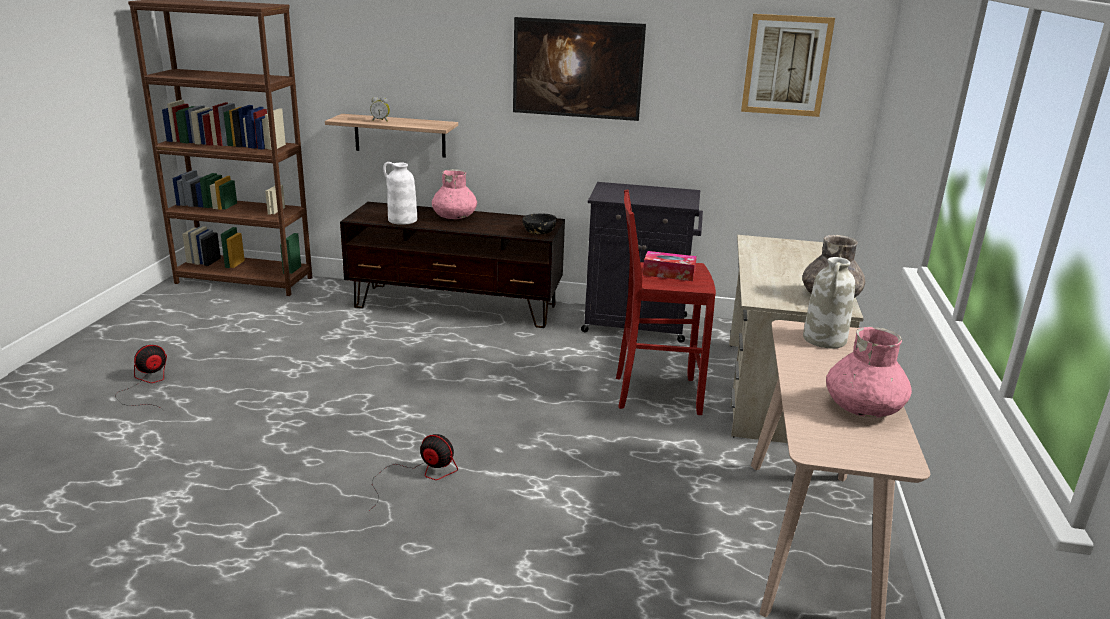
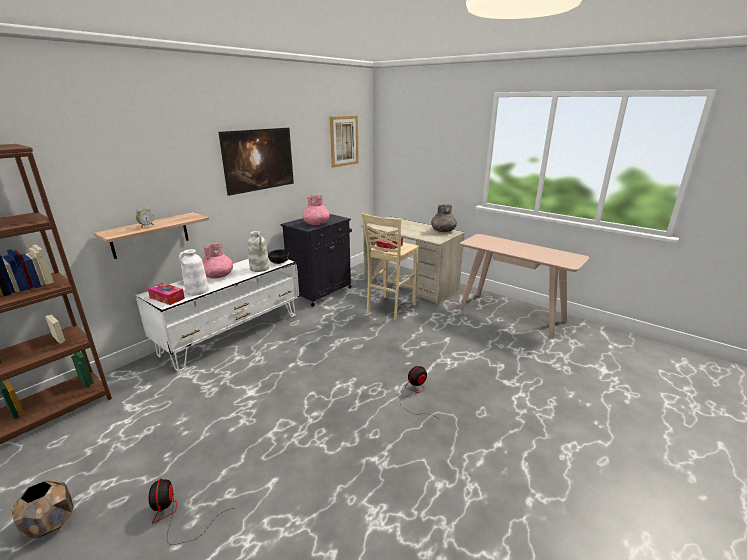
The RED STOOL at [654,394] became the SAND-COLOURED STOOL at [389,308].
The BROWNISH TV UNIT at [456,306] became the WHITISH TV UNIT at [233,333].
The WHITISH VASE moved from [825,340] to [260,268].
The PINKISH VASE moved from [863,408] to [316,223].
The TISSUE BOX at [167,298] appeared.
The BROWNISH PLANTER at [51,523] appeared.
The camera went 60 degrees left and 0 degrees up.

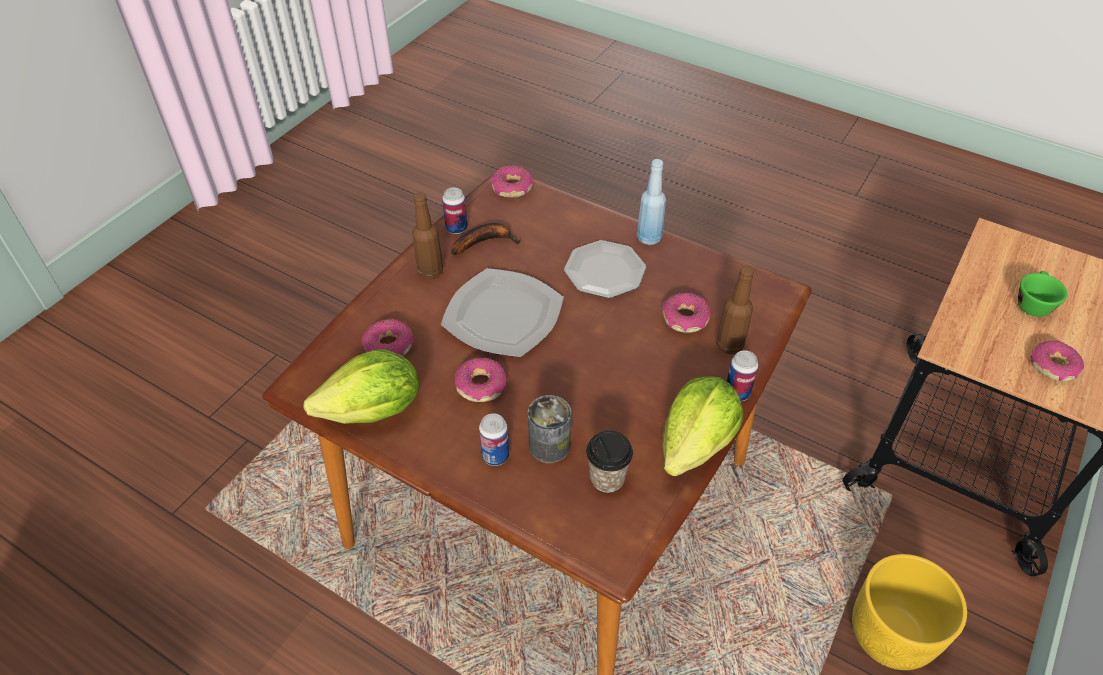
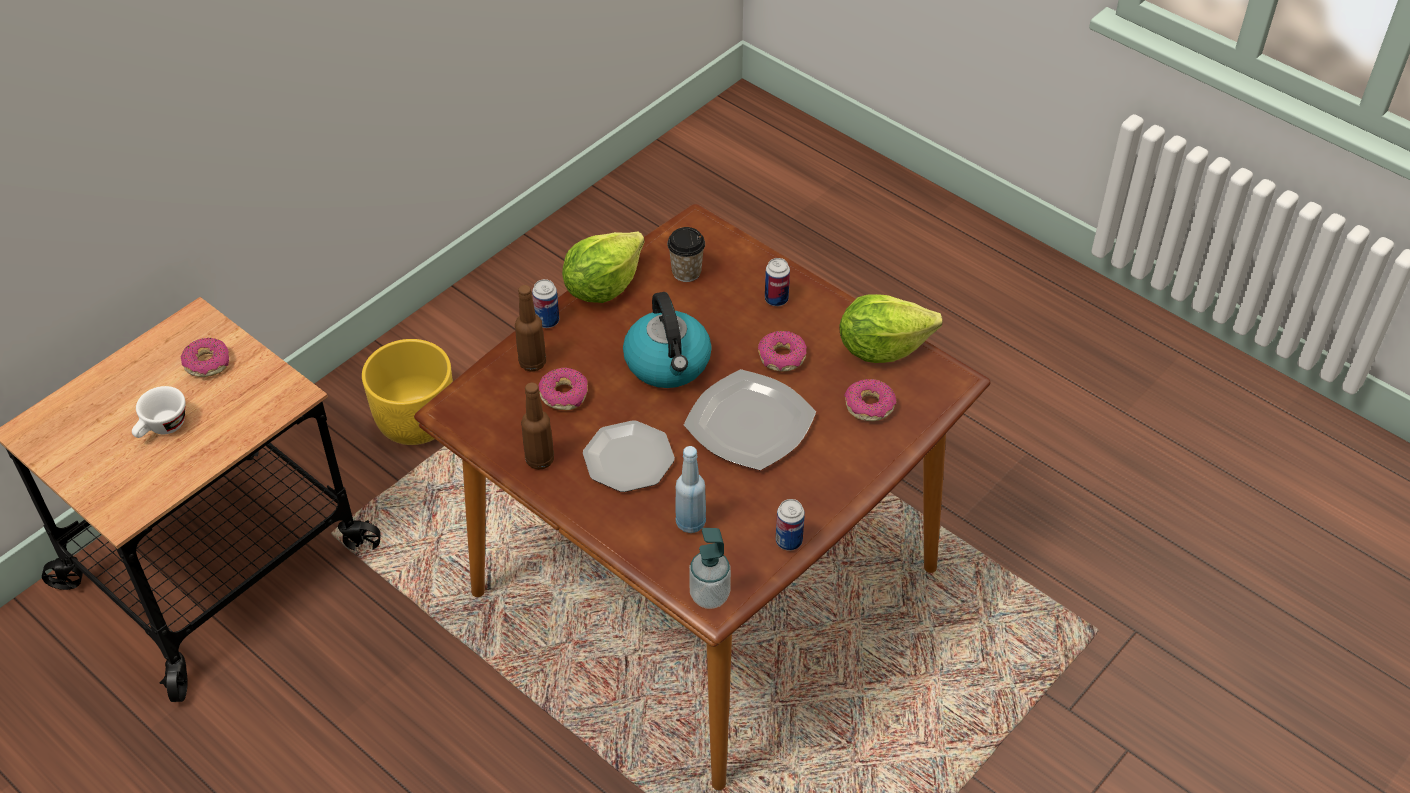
The BLUE DRINK BOTTLE moved from [649,238] to [690,523].
The DONUT at [512,187] was replaced by the SOAP DISPENSER at [709,595].
The BROWNISH DRINK BOTTLE moved from [430,272] to [540,460].
The BANANA at [485,242] disappeared.
The GREEN SMALL CUP at [1032,302] became the WHITISH SMALL CUP at [162,428].
The METAL CAN at [549,445] disappeared.
The TEA KETTLE at [668,364] appeared.
The camera went 170 degrees left and 0 degrees up.

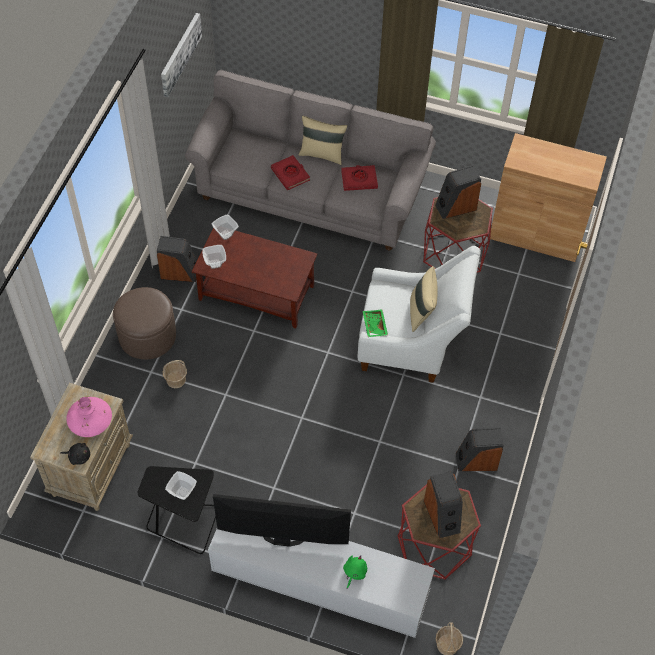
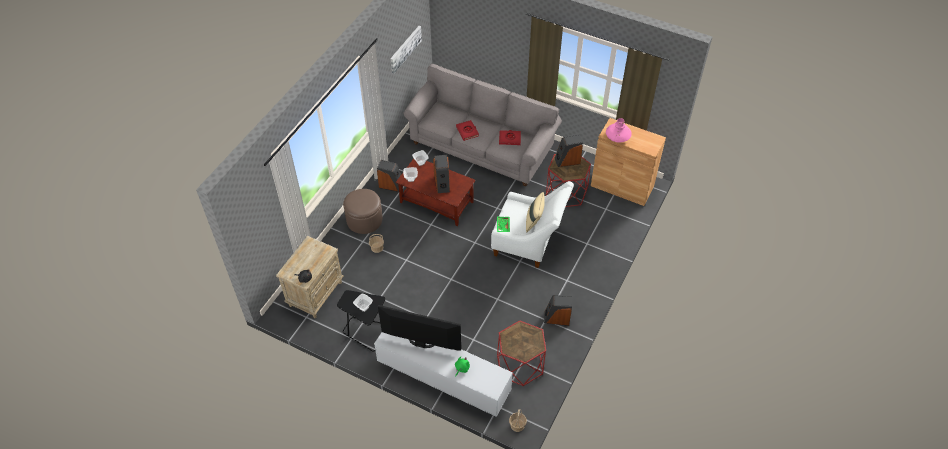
The SAND-COLOURED PILLOW at [322,154] disappeared.
The PINKISH VASE moved from [90,421] to [617,136].
The SPEAKER moved from [442,515] to [442,183].
The camera went 10 degrees right and 5 degrees down.

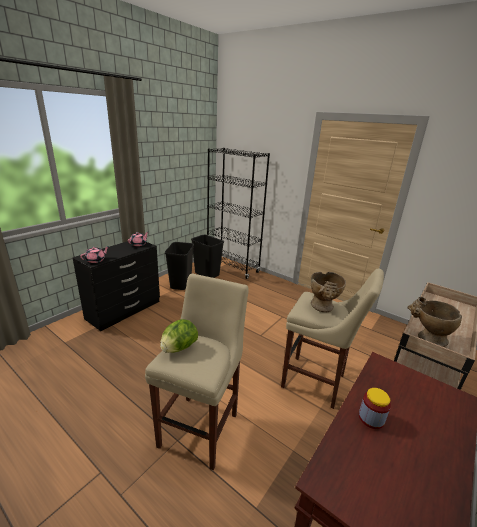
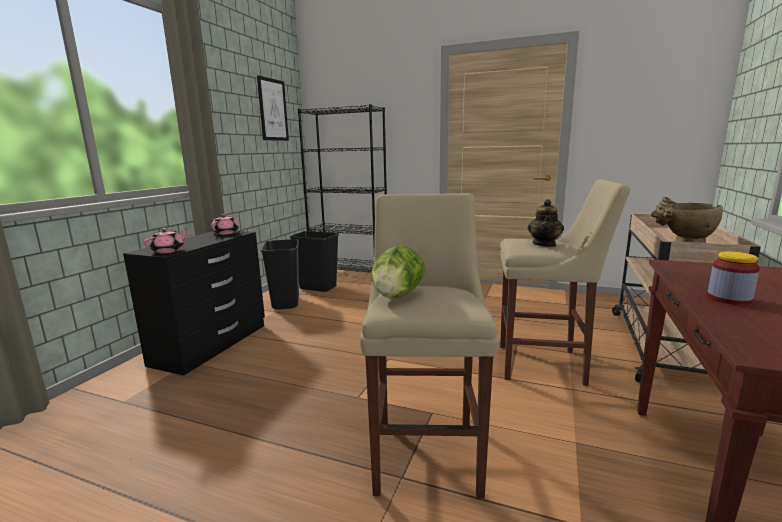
The SAND-COLOURED VASE at [323,308] was replaced by the POT FOR TEA at [544,244].
The PICTURE at [273,110] appeared.
The camera went 15 degrees left and 10 degrees down.

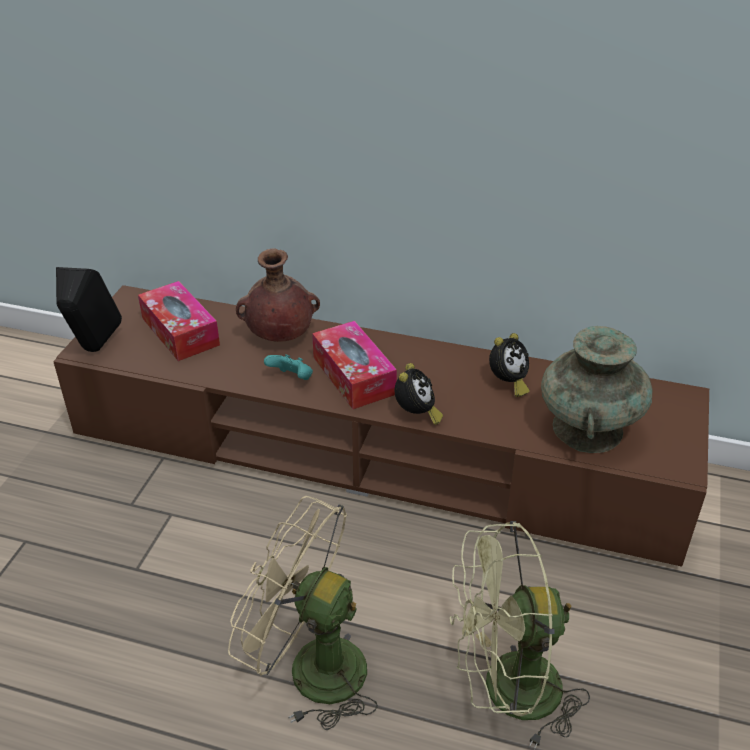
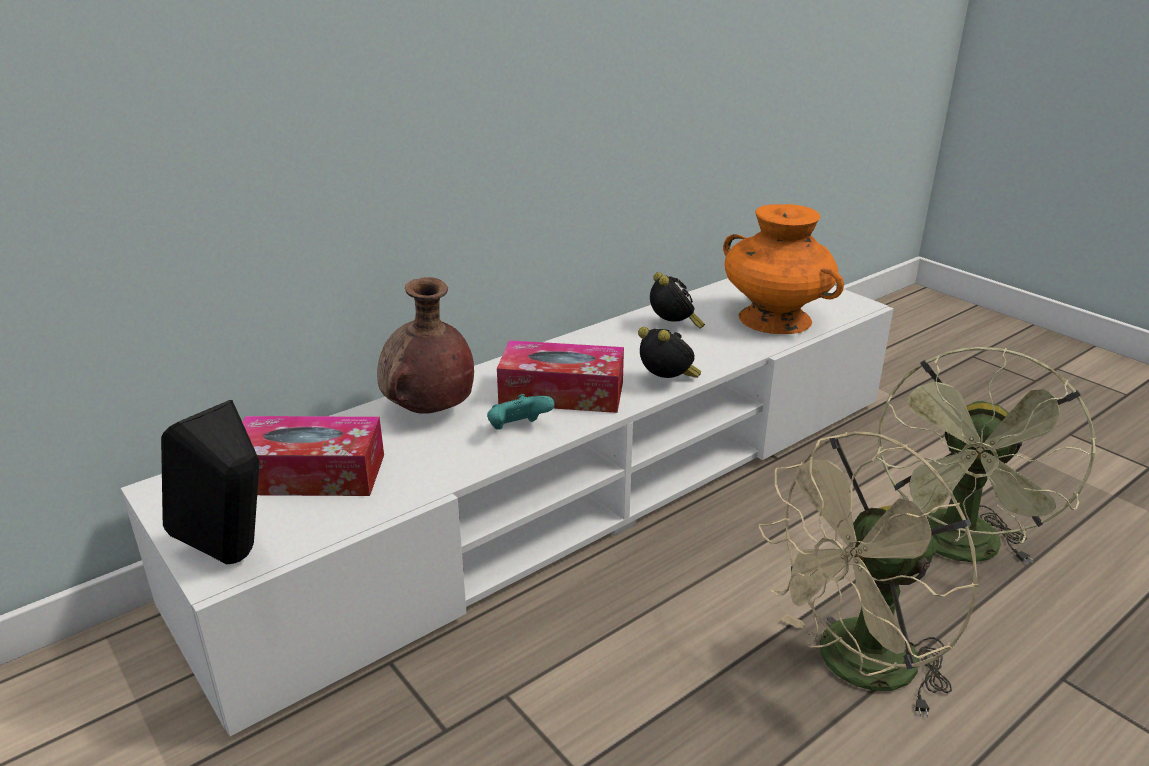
The BROWNISH TV UNIT at [376,452] became the WHITISH TV UNIT at [576,492].
The BLUE-GREEN VASE at [587,428] became the ORANGEY VASE at [774,319].
The camera went 55 degrees left and 10 degrees down.

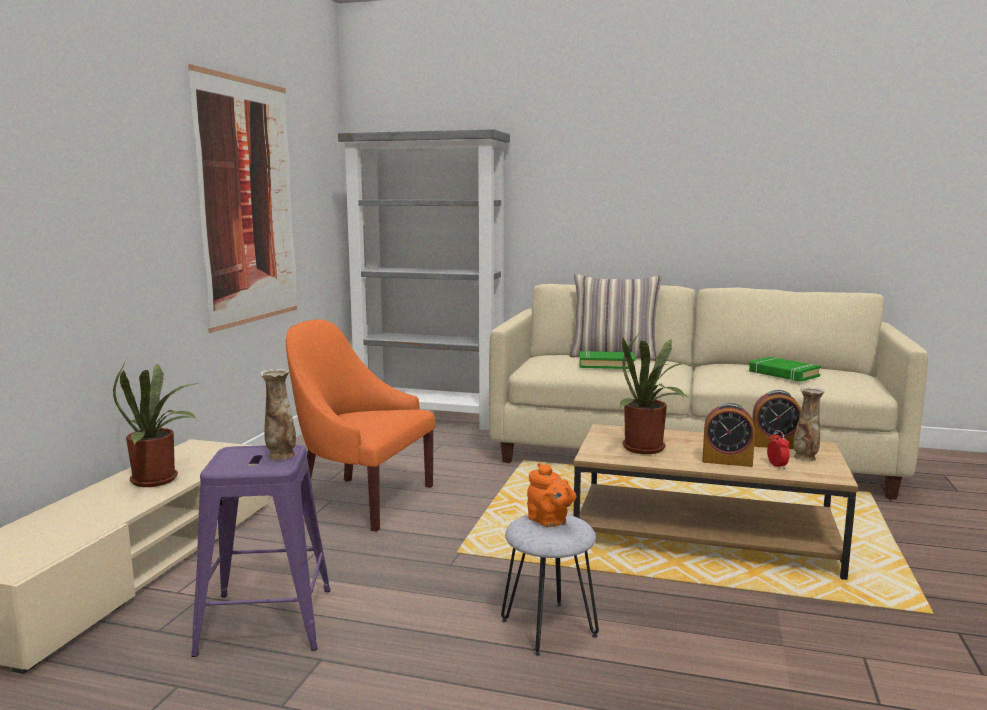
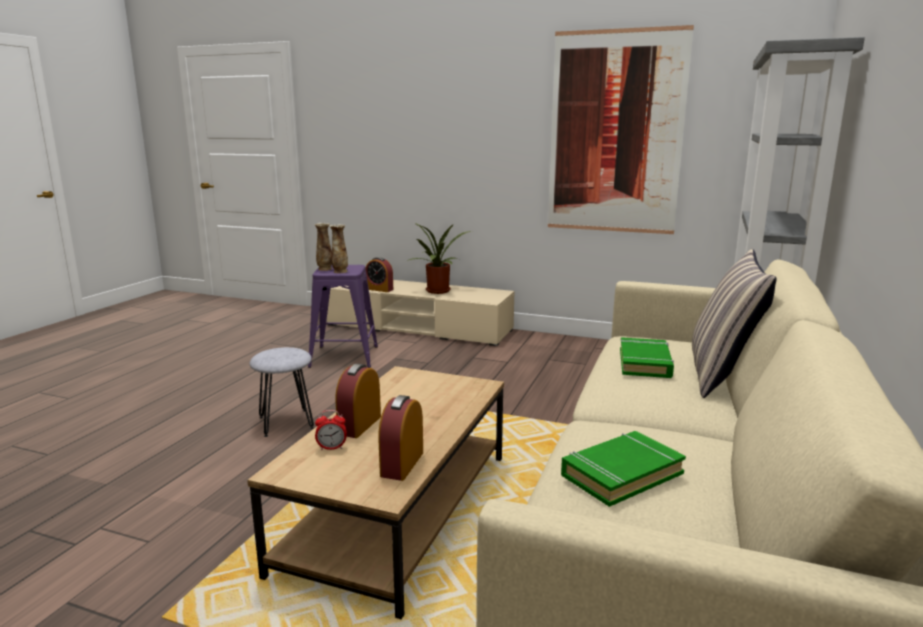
The ORANGEY EASY CHAIR at [362,500] disappeared.
The POTTED PLANT at [648,449] disappeared.
The VASE moved from [805,458] to [325,269].
The ORANGEY POT FOR TEA at [549,522] disappeared.
The ALARM CLOCK at [379,289] appeared.
The camera went 95 degrees right and 5 degrees up.

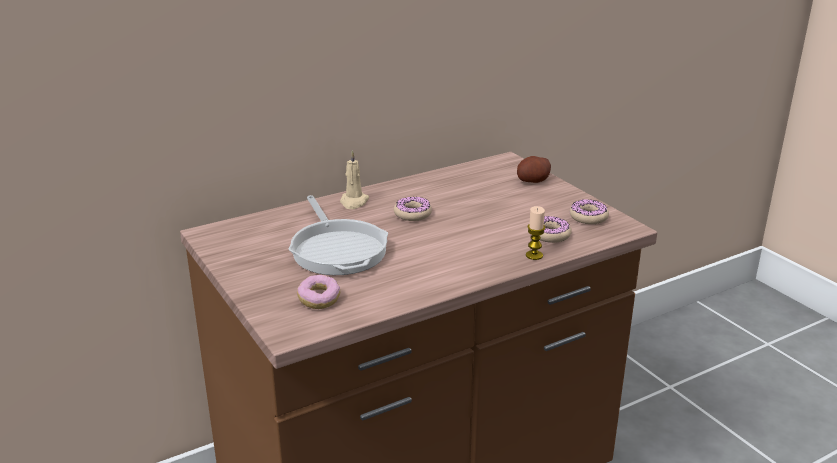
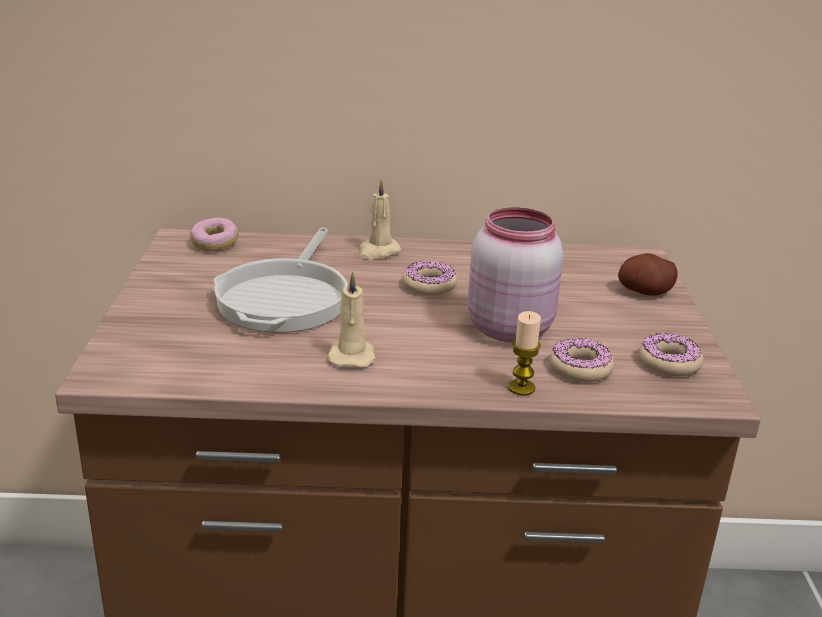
The DONUT moved from [319,300] to [215,244].
The PINKISH JAR at [508,327] appeared.
The SAND-COLOURED CANDLE at [351,355] appeared.
The camera went 30 degrees right and 0 degrees up.

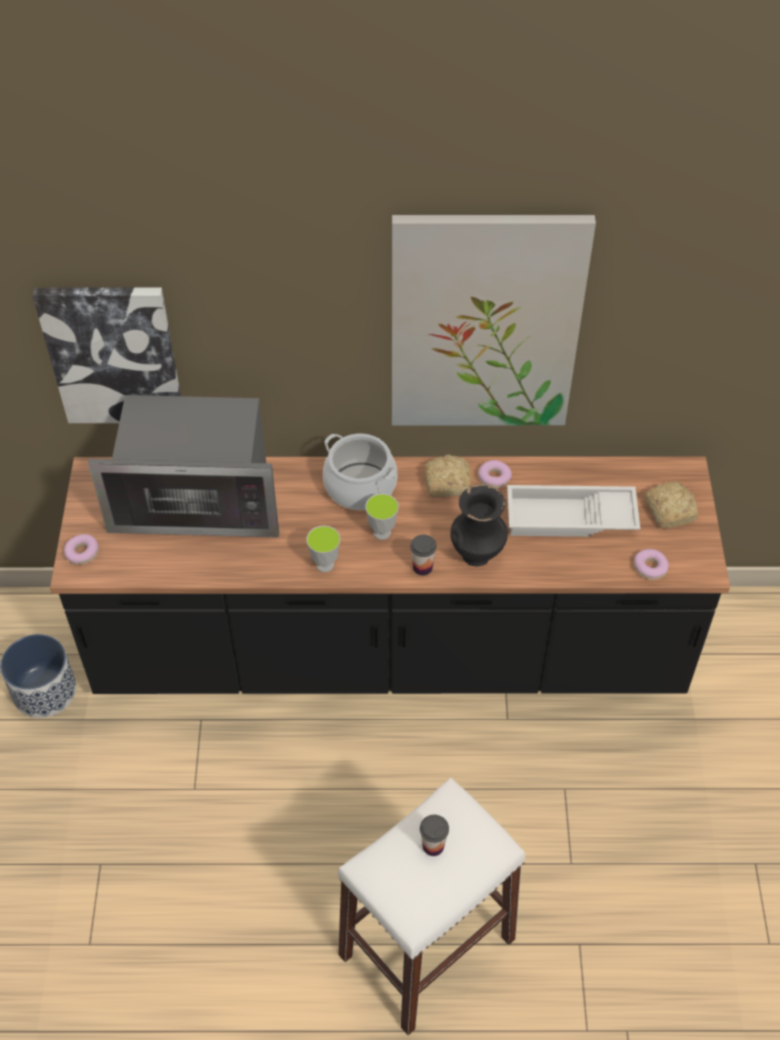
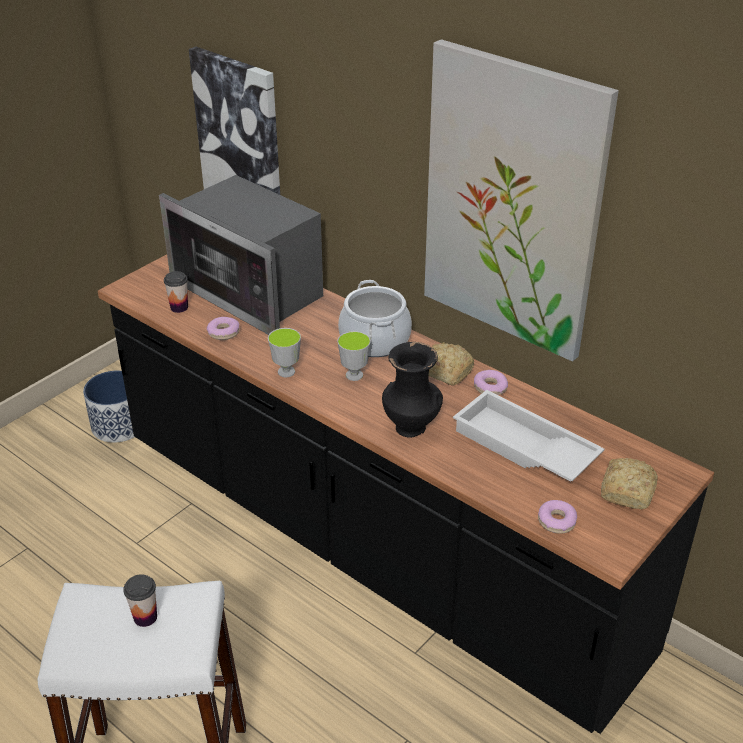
The DONUT moved from [82,553] to [223,333].
The SMALL CUP moved from [422,567] to [179,307].
The camera went 40 degrees right and 15 degrees down.

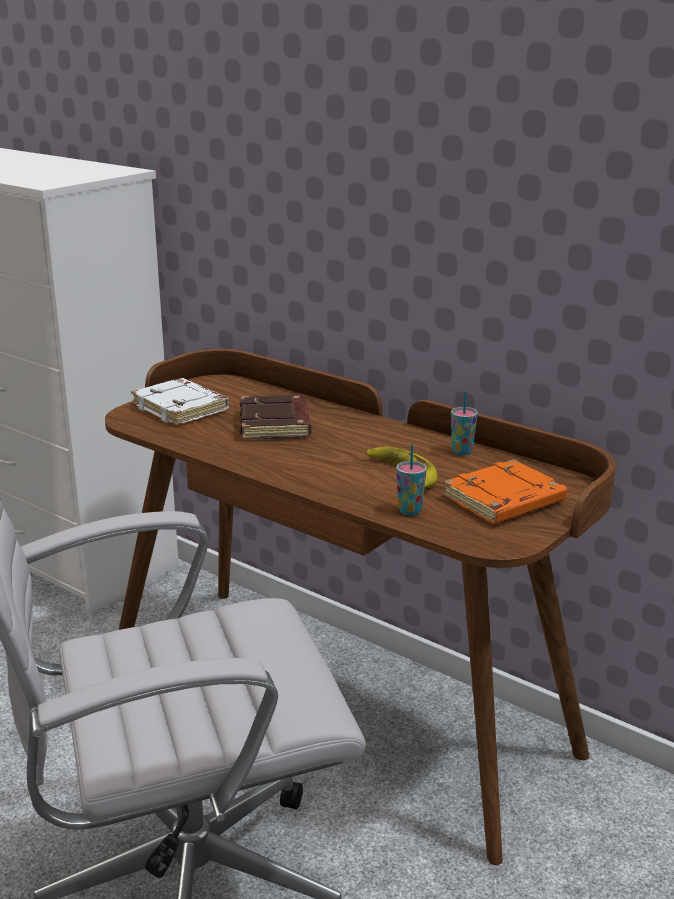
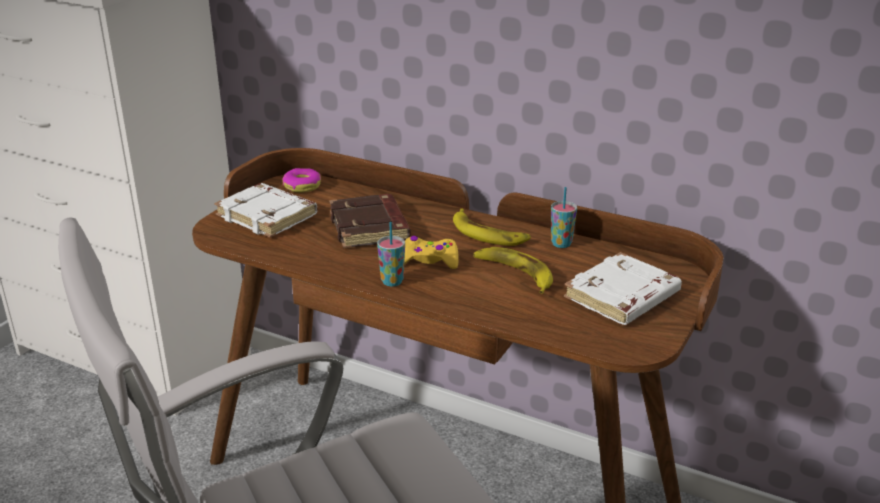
The SMALL CUP moved from [410,511] to [392,281].
The ORANGEY BOUND BOOK at [504,501] became the WHITISH BOUND BOOK at [622,297].
The DONUT at [302,186] appeared.
The BANANA at [488,234] appeared.
The YELLOWISH GAME CONTROLLER at [429,260] appeared.
The camera went 10 degrees left and 5 degrees up.

